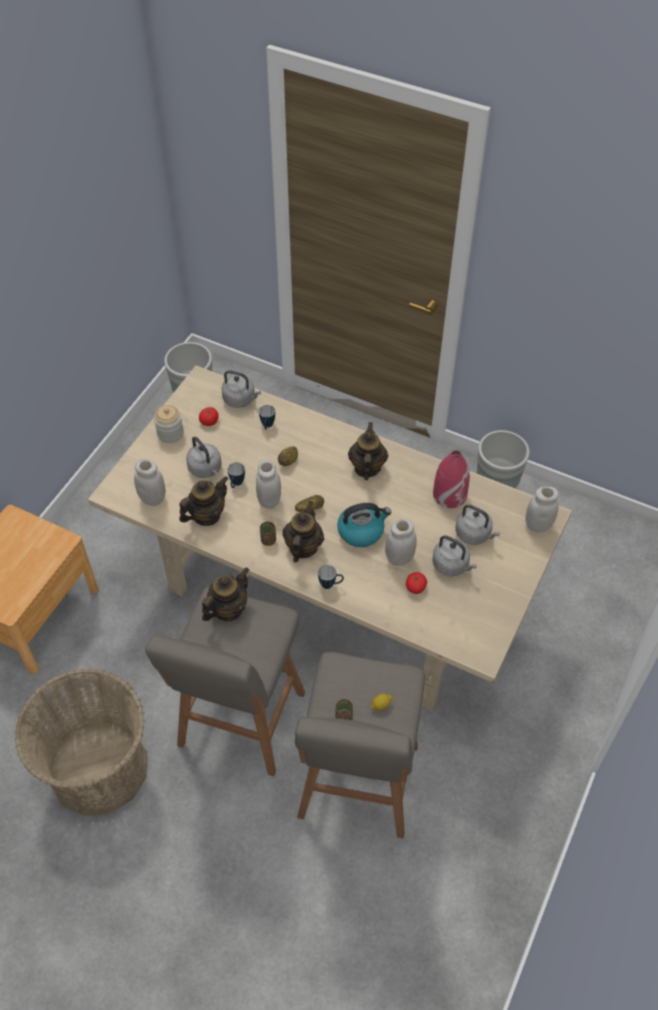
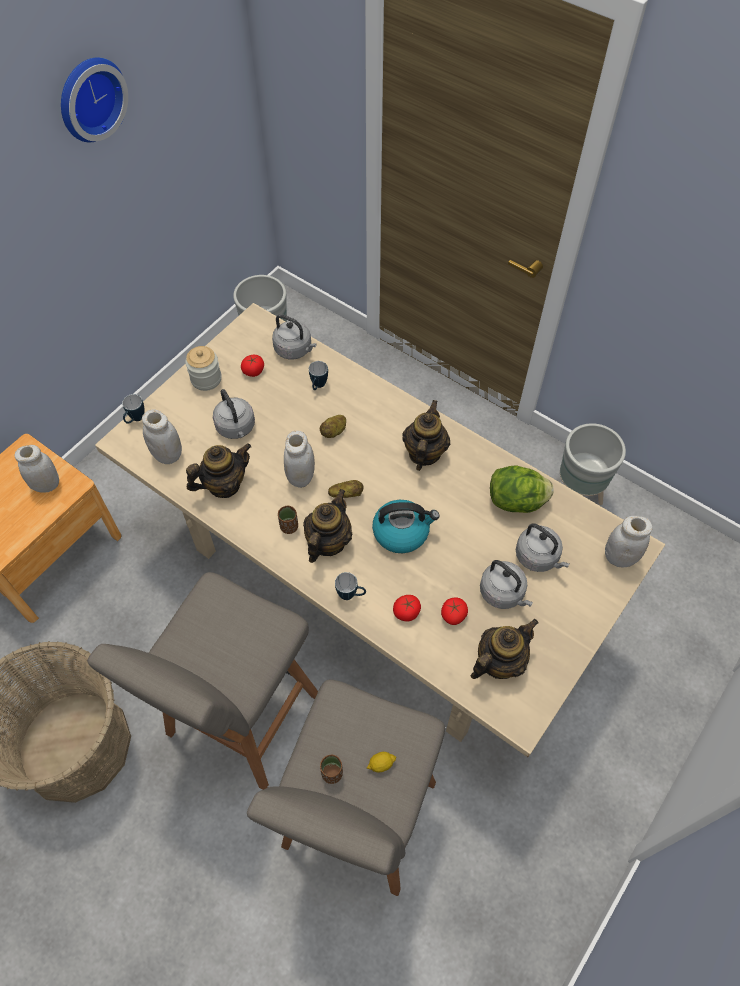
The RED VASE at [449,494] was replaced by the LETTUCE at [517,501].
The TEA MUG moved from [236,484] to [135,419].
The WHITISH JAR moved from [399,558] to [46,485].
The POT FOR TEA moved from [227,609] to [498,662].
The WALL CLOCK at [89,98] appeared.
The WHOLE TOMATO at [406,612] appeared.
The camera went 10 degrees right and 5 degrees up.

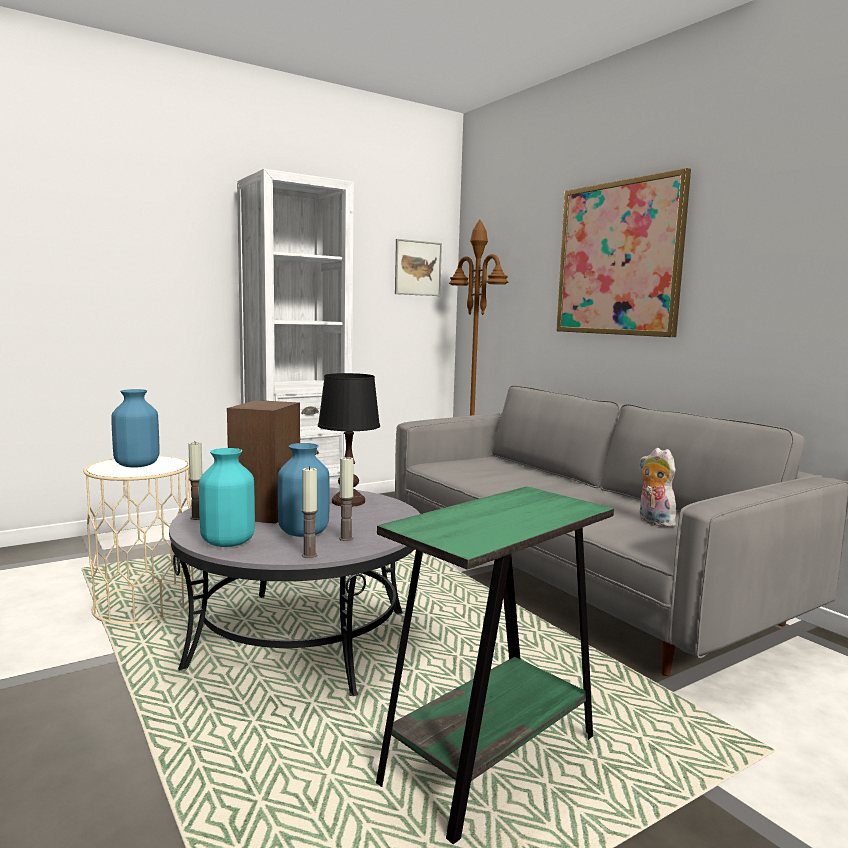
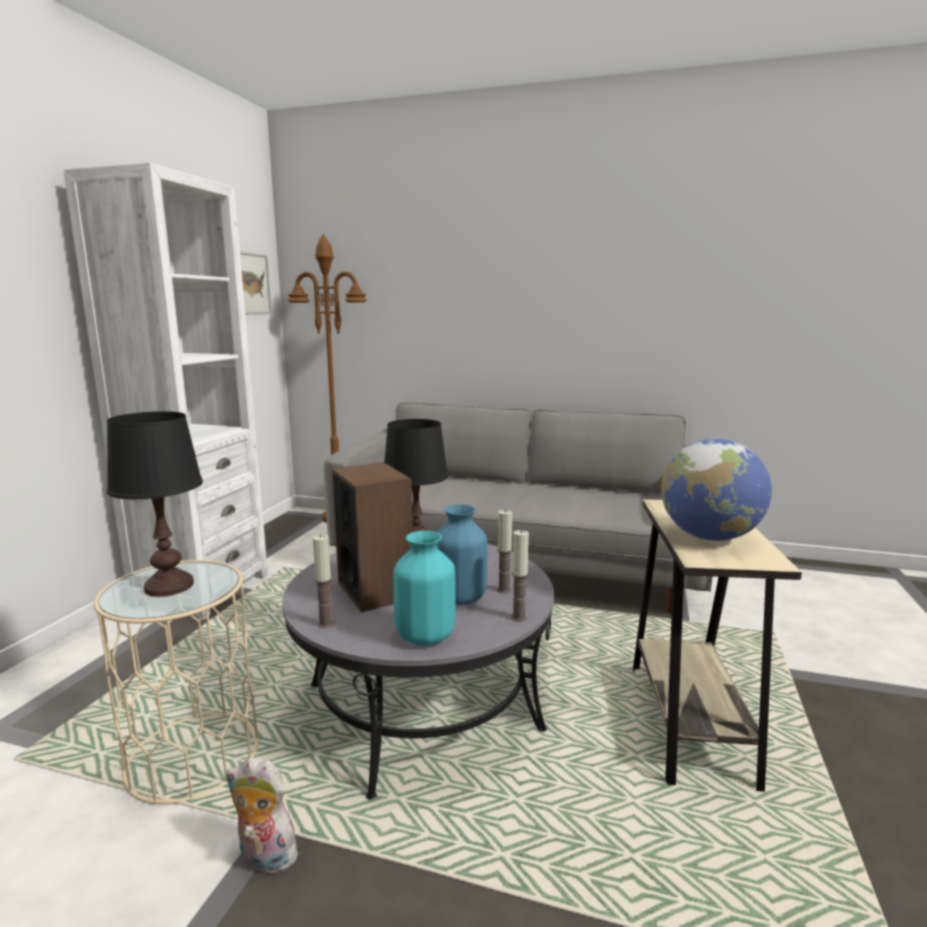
The PICTURE at [618,259] disappeared.
The BLUE VASE at [137,465] was replaced by the BLACKISH LAMP FOR A TABLE at [170,586].
The PLUSH TOY moved from [653,521] to [264,858].
The GREEN END TABLE at [490,760] became the SAND-COLOURED END TABLE at [688,723].
The DESK GLOBE at [709,537] appeared.
The camera went 40 degrees left and 5 degrees up.

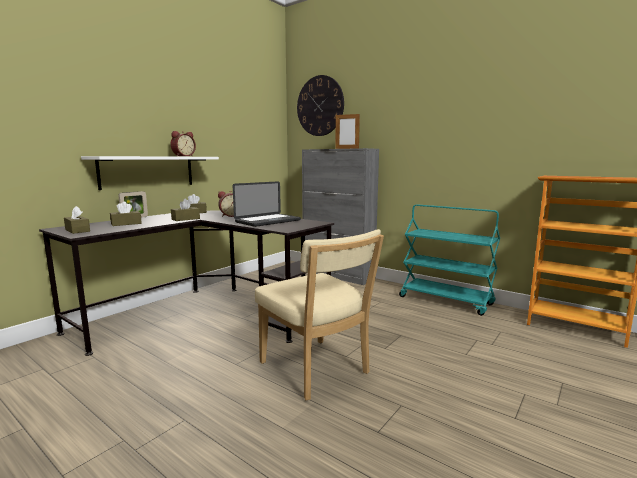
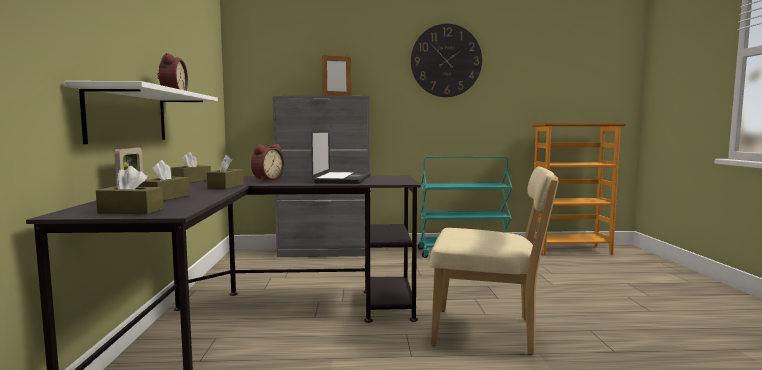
The WALL CLOCK moved from [320,106] to [446,60].
The camera went 40 degrees left and 5 degrees down.

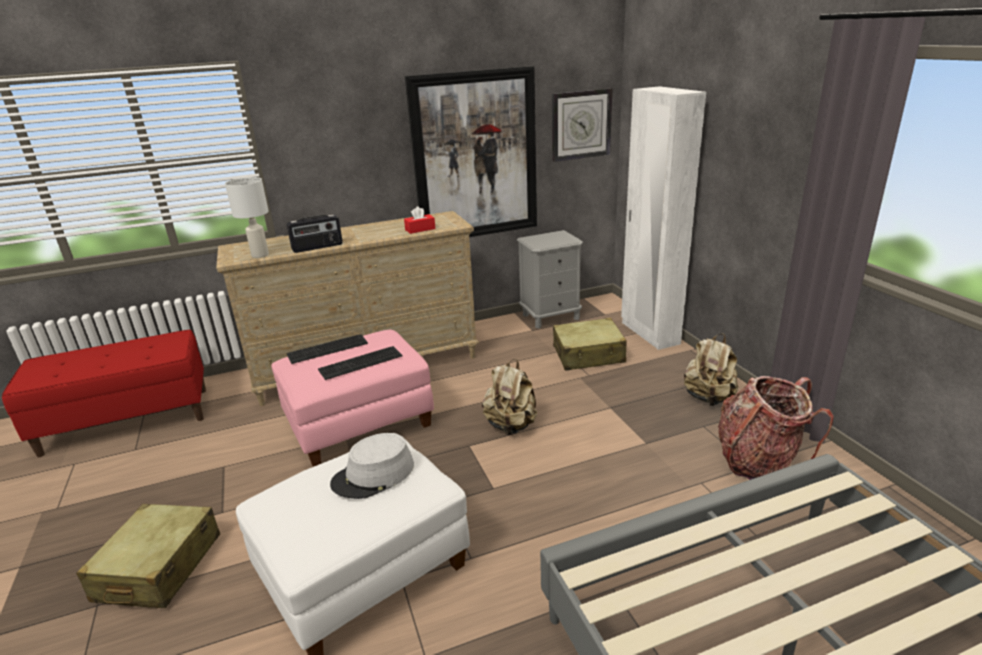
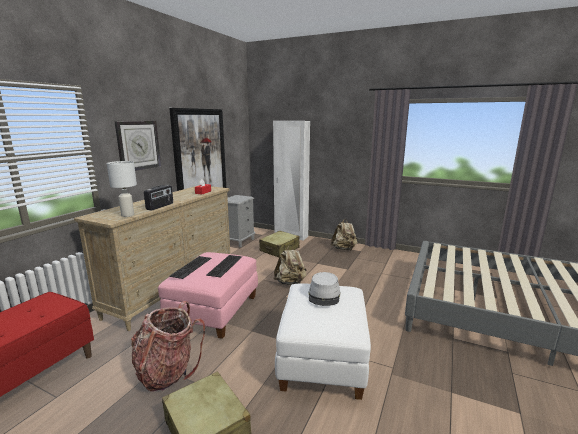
The WALL CLOCK moved from [581,125] to [138,145].
The BACKPACK moved from [758,460] to [167,371].
The camera went 45 degrees left and 10 degrees down.

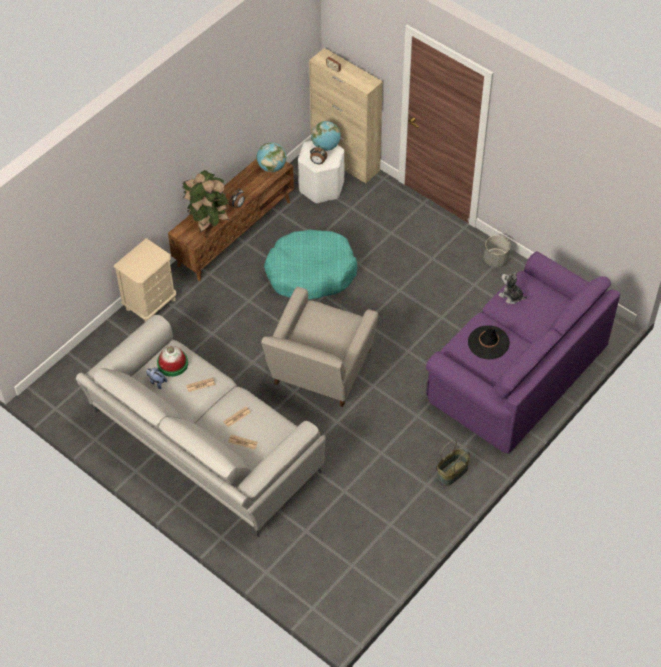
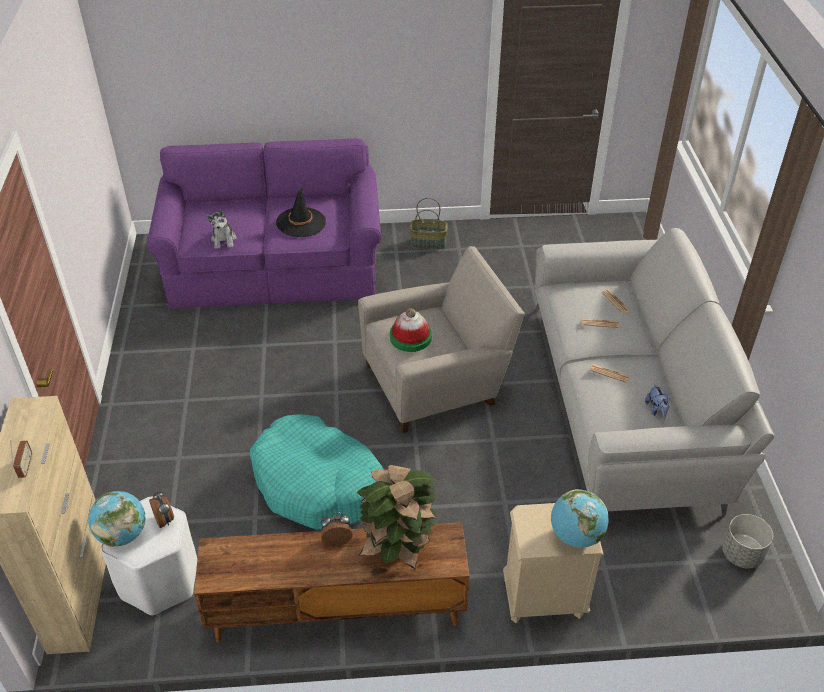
The DESK GLOBE moved from [272,167] to [576,536].
The GREYISH PLANTER moved from [495,260] to [742,554].
The CLOTHING HAT moved from [172,364] to [410,337].
The camera went 135 degrees left and 10 degrees down.

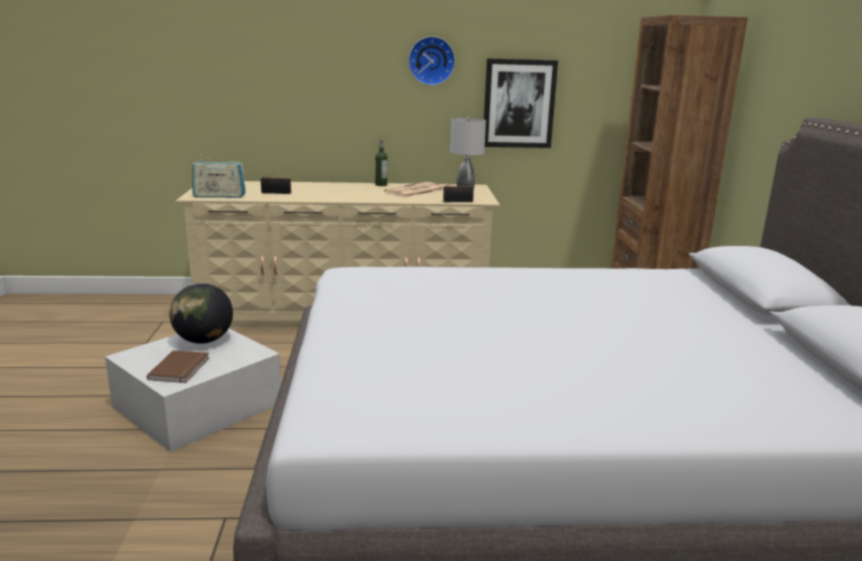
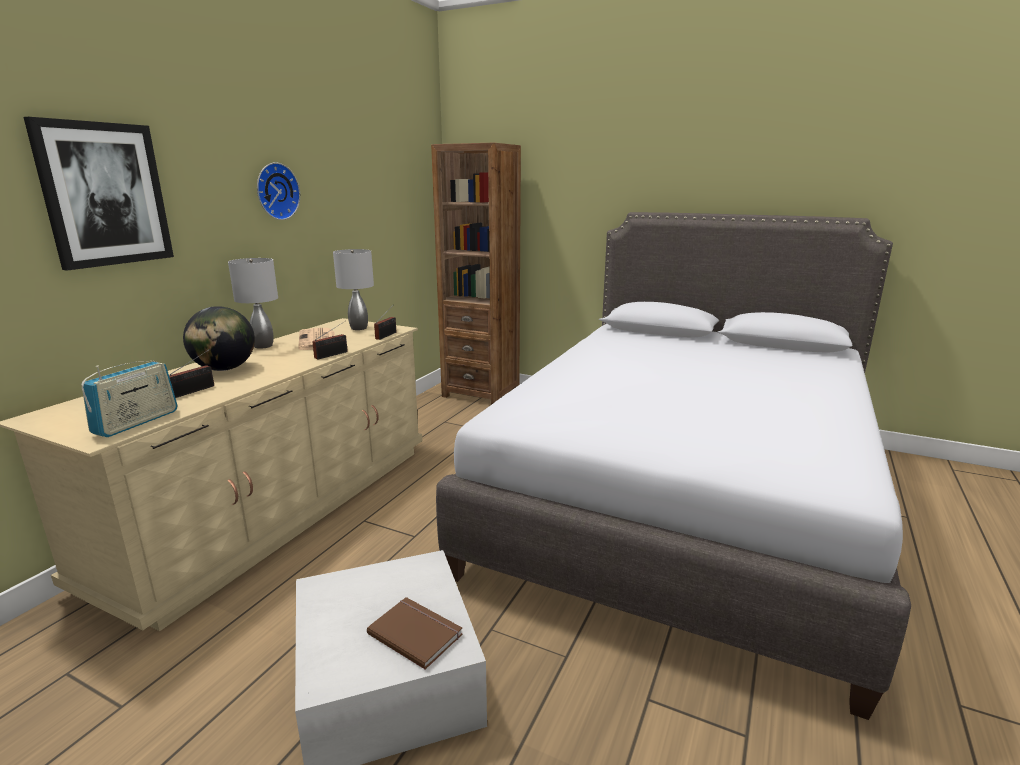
The PICTURE moved from [519,103] to [104,195].
The DRINK BOTTLE at [381,185] was replaced by the GREYISH LAMP FOR A TABLE at [264,346].
The DESK GLOBE moved from [204,340] to [225,369].
The RADIO at [333,354] appeared.
The camera went 60 degrees left and 0 degrees up.

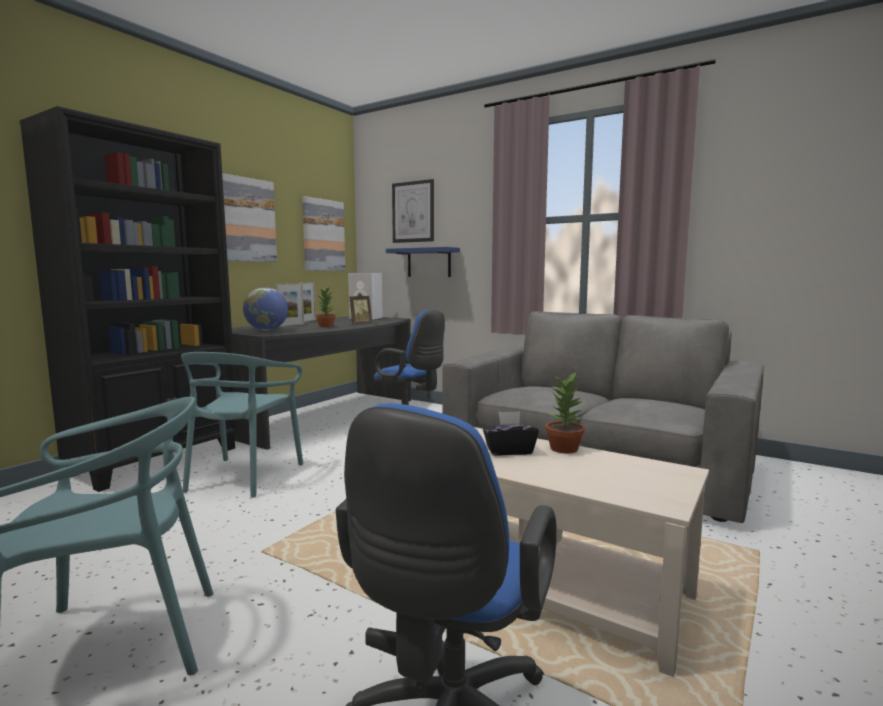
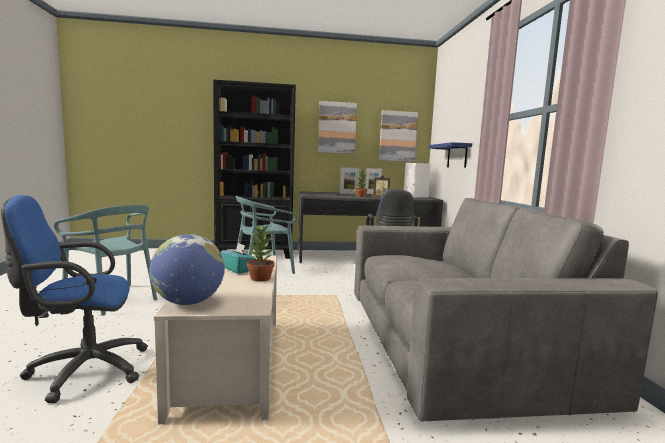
The PICTURE at [413,212] disappeared.
The DESK GLOBE moved from [266,330] to [188,302].
The BLACKISH TISSUE BOX at [509,451] became the BLUE-GREEN TISSUE BOX at [238,269].
The camera went 50 degrees right and 0 degrees up.

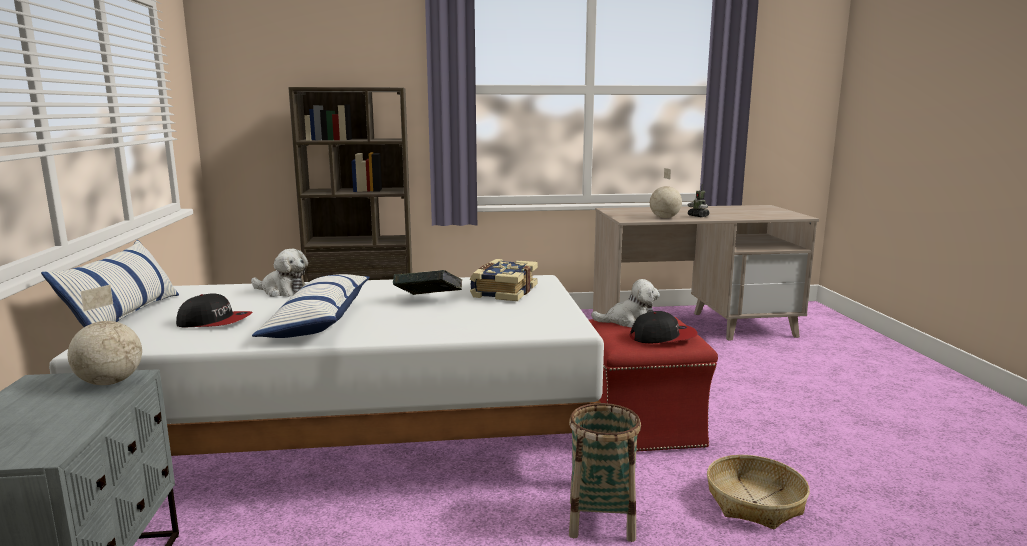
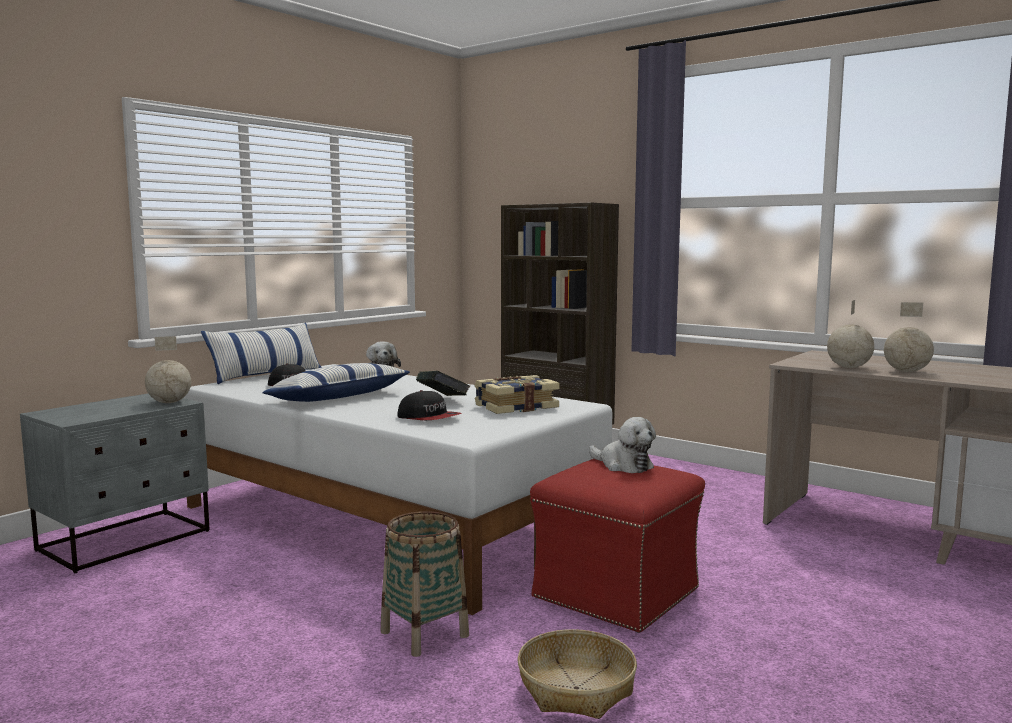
The MODEL ROBOT at [698,216] was replaced by the DESK GLOBE at [907,371].
The BASEBALL CAP moved from [663,337] to [429,418].
The camera went 45 degrees right and 5 degrees down.

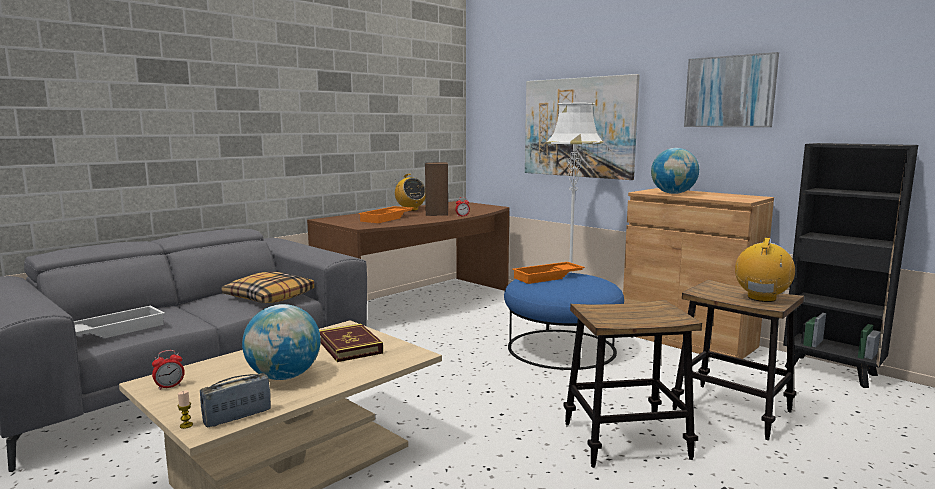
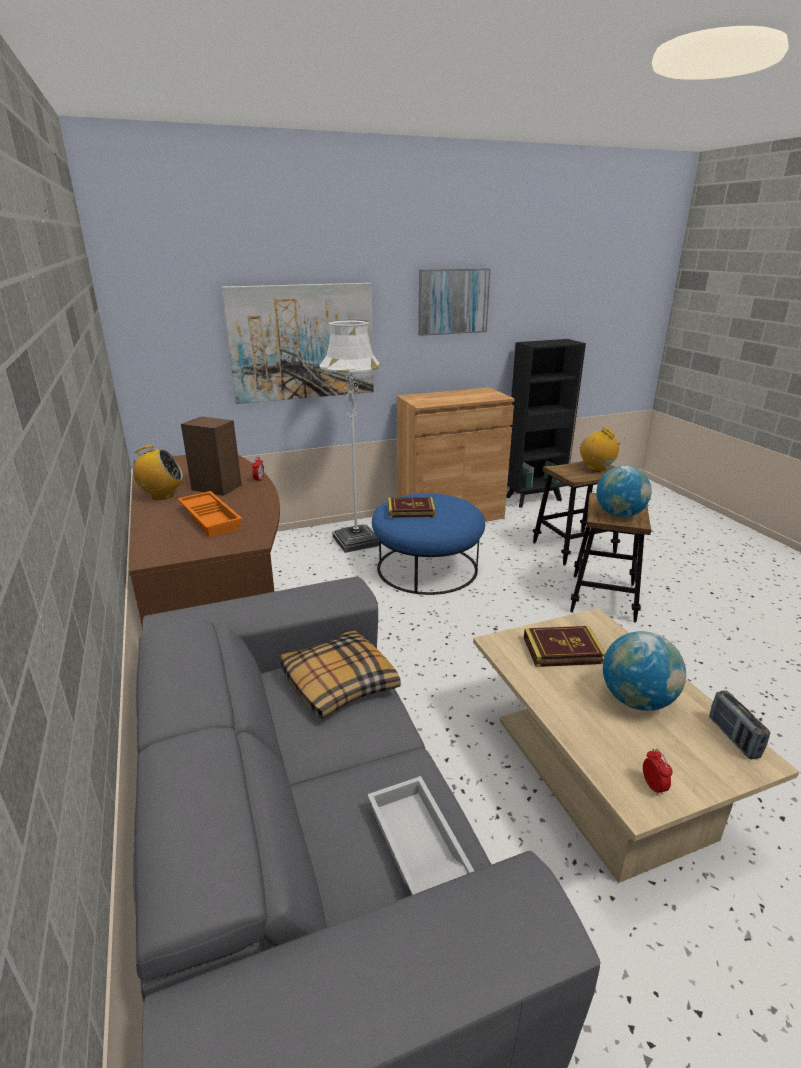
The DESK GLOBE moved from [673,193] to [619,515].
The ORANGEY CARRYING TRAY at [548,277] was replaced by the BOUND BOOK at [411,510].
The CANDLE at [186,425] disappeared.
The camera went 65 degrees left and 15 degrees up.

